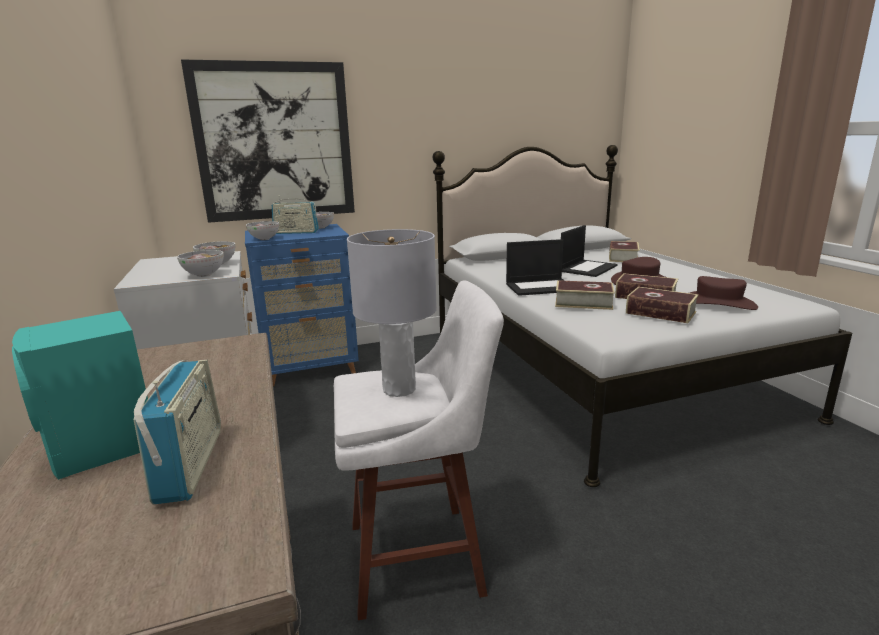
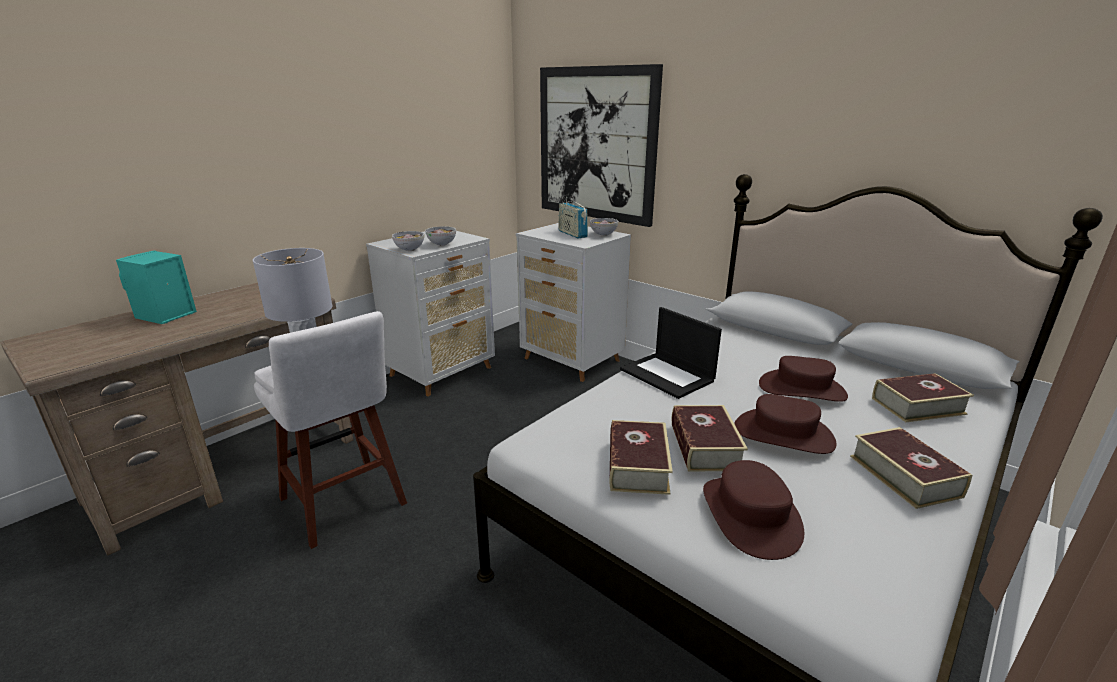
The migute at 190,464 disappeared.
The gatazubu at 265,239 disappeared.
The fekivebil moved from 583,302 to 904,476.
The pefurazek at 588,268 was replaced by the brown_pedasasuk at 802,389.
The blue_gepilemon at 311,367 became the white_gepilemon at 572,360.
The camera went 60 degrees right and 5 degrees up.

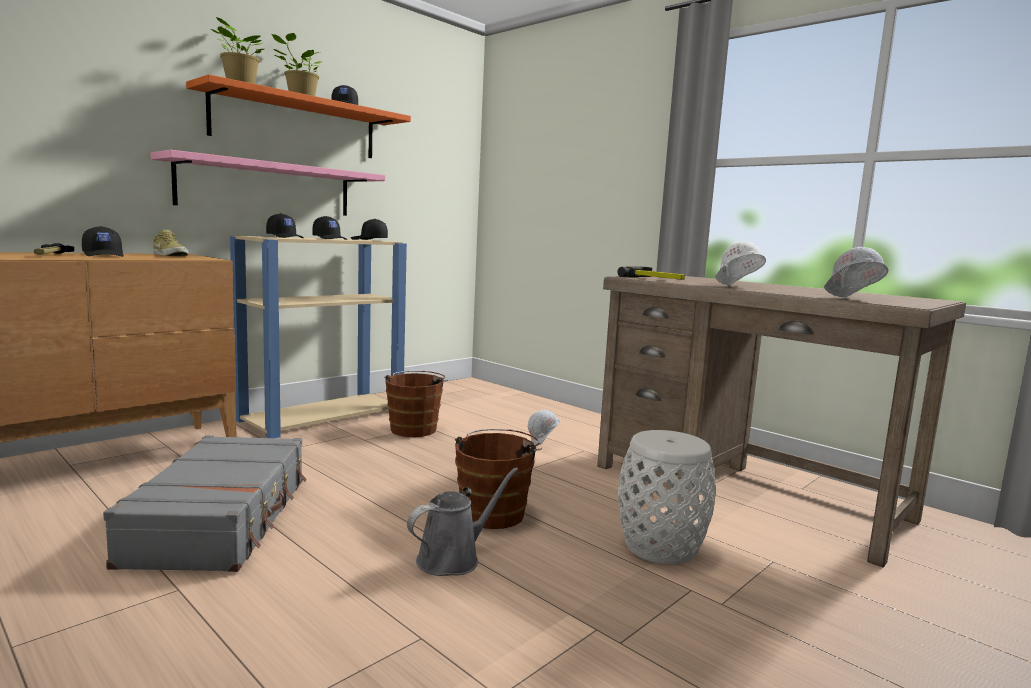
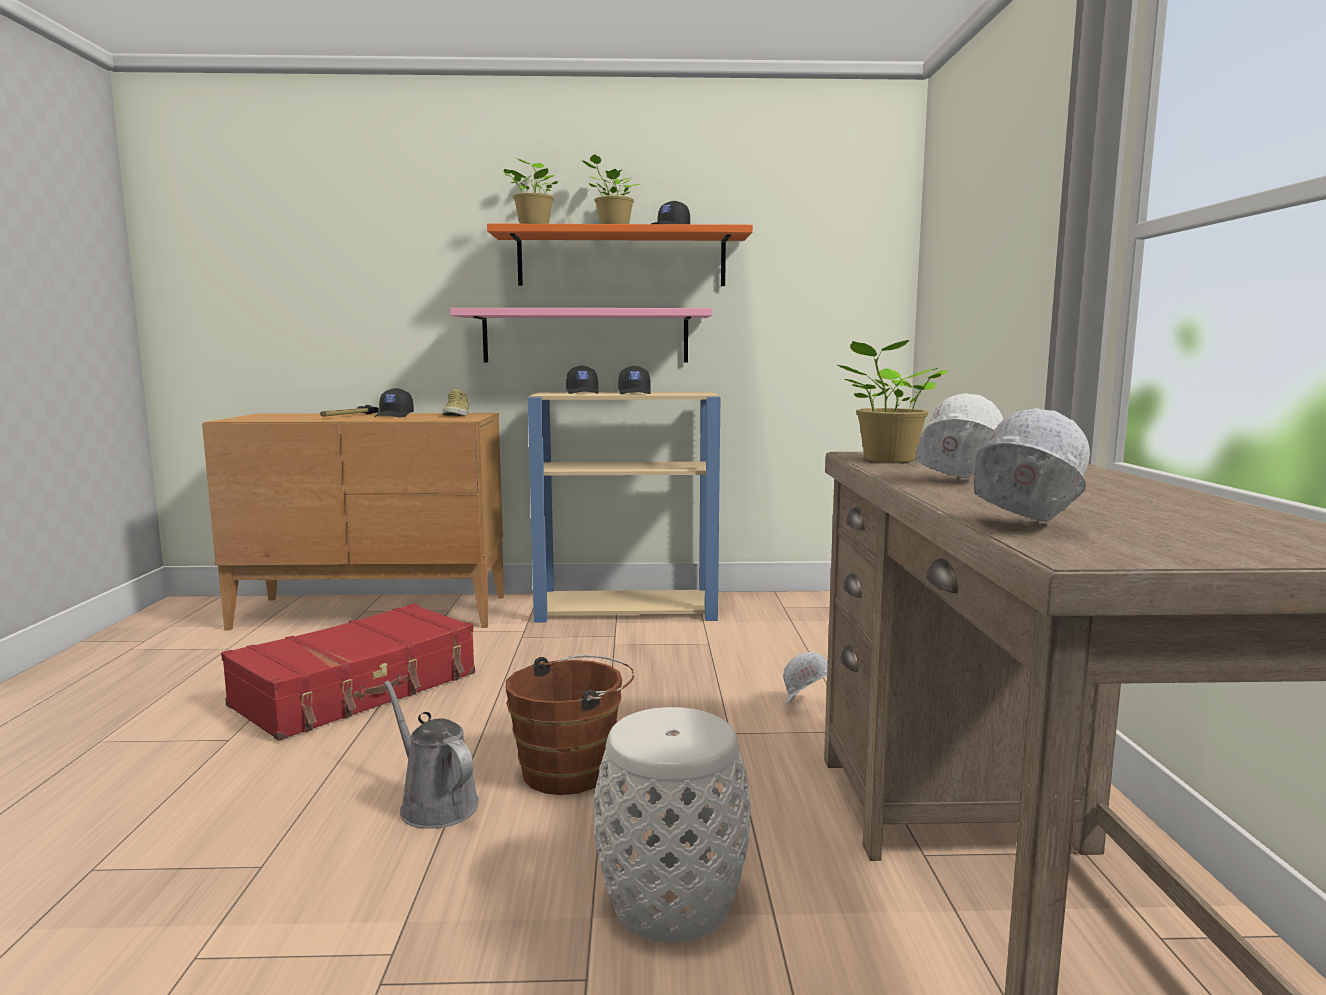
The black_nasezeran at 369,240 disappeared.
The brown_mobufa at 414,428 disappeared.
The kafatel at 656,279 was replaced by the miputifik at 886,460.
The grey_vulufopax at 222,519 became the red_vulufopax at 358,690.
The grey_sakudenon at 453,558 turned 135 degrees counterclockwise.
The camera went 45 degrees right and 0 degrees up.

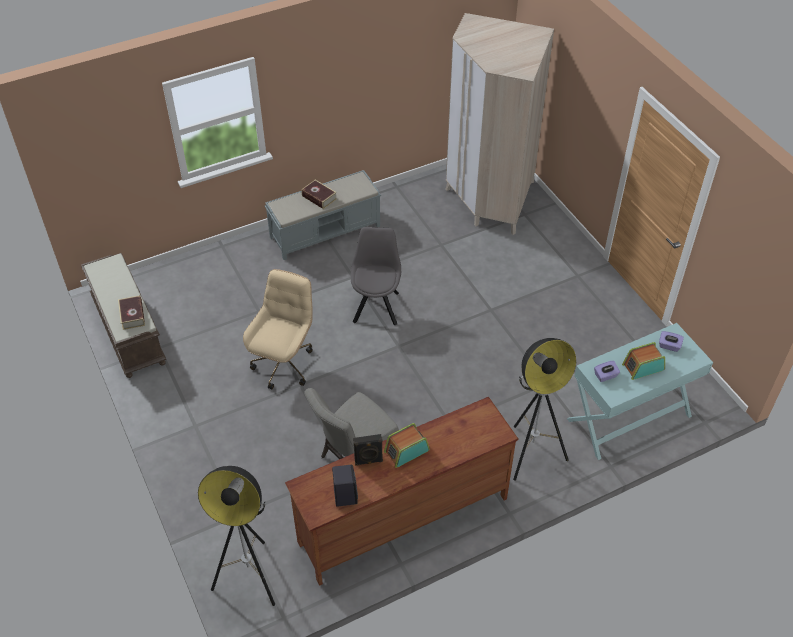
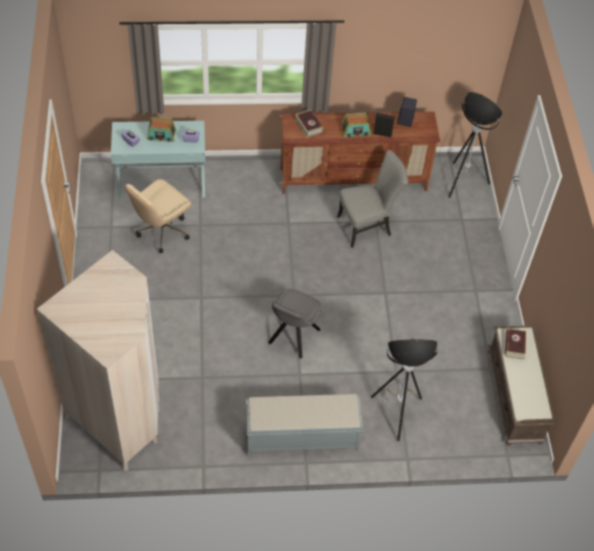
The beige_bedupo moved from 285,363 to 162,233.
The fekivebil moved from 319,197 to 308,126.
The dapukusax moved from 531,453 to 396,413.
The camera went 160 degrees left and 5 degrees up.

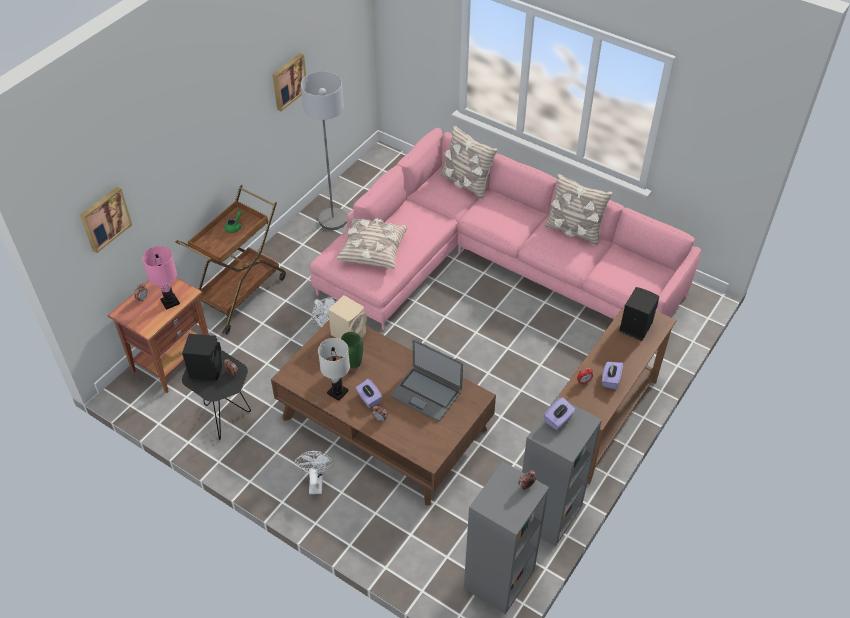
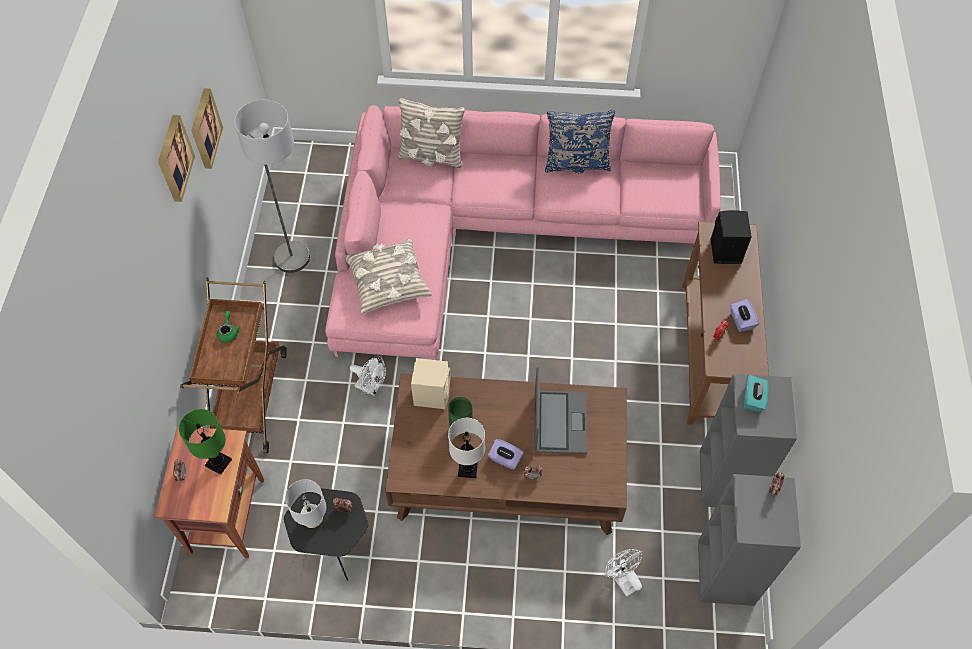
The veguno moved from 104,218 to 173,158.
The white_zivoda moved from 315,481 to 622,579.
The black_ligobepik at 207,369 was replaced by the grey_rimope at 312,519.
The pink_rimope at 170,302 became the green_rimope at 218,462.
The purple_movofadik at 558,420 became the turquoise_movofadik at 753,399.
The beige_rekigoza at 573,231 became the blue_rekigoza at 577,164.
The pefurazek at 426,394 turned 90 degrees counterclockwise.
The camera went 30 degrees left and 10 degrees up.

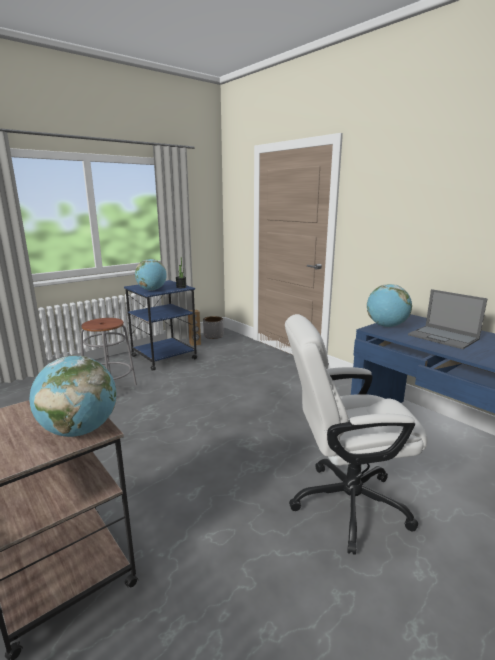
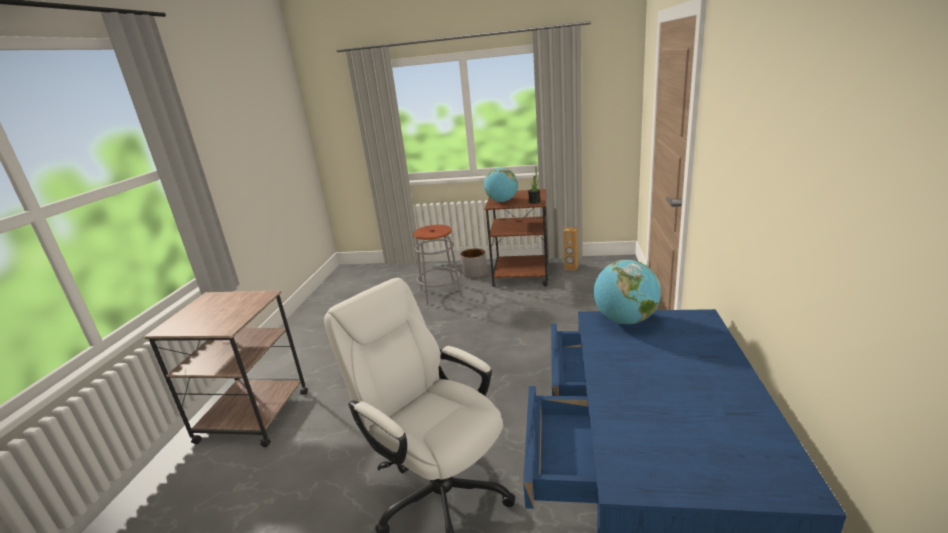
The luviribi at 80,430 disappeared.
The pefurazek at 444,337 disappeared.
The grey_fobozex moved from 213,336 to 475,273.
The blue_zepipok at 164,357 became the brown_zepipok at 522,275.
The camera went 50 degrees right and 5 degrees up.

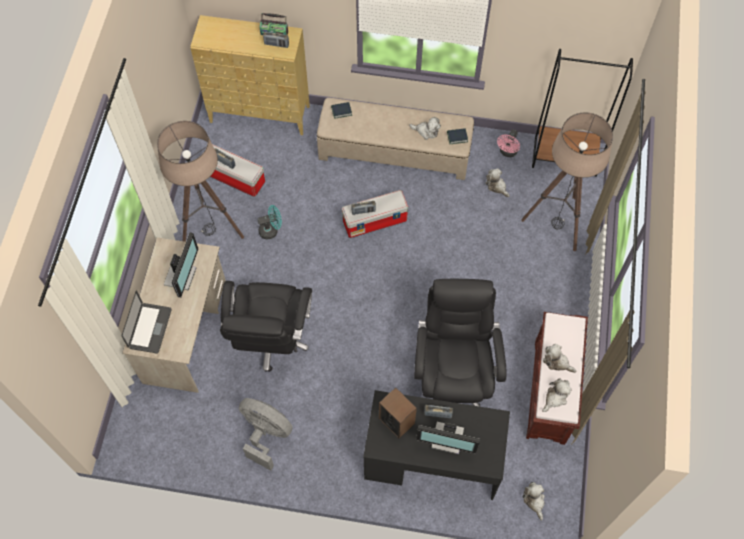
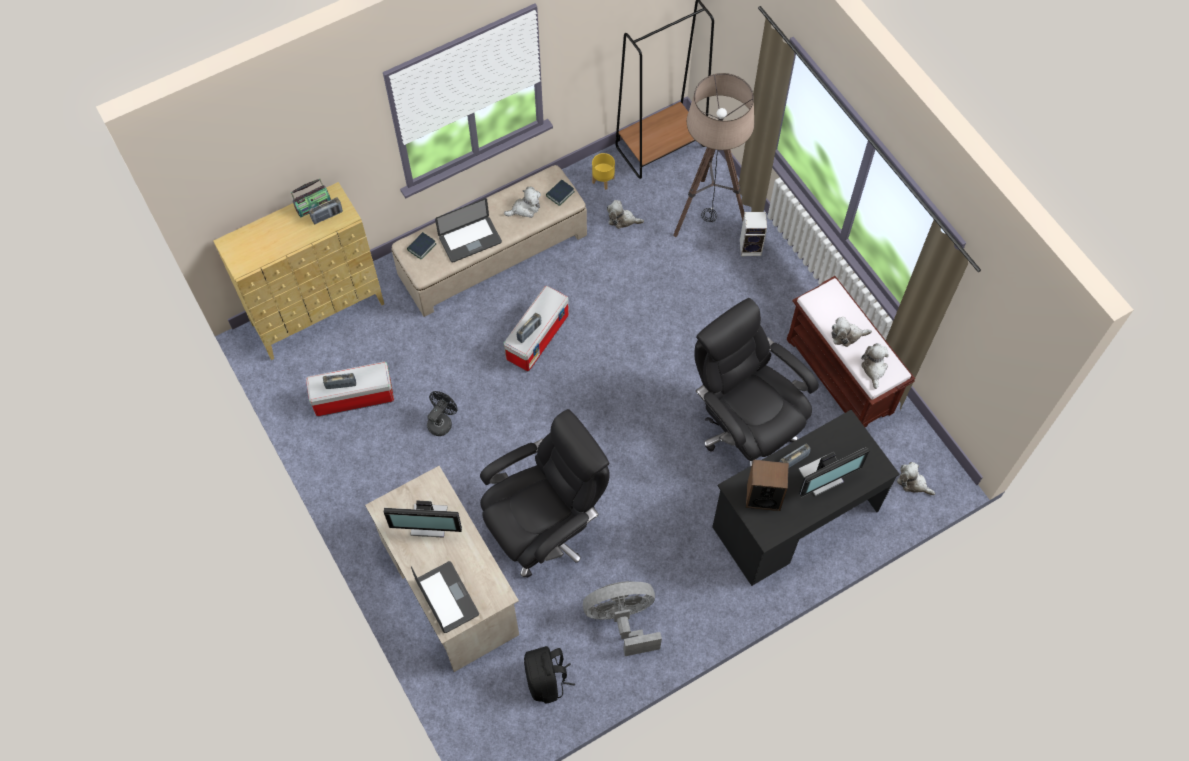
The dapukusax at 209,230 disappeared.
The pefurazek at 470,240 appeared.
The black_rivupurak at 547,680 appeared.
The ligobepik at 751,247 appeared.
The pink_zivoda at 507,152 was replaced by the yellow_fobozex at 603,180.
The turquoise_zivoda at 271,230 became the black_zivoda at 442,421.
The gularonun at 182,276 turned 120 degrees clockwise.
The black_bedupo at 271,342 turned 90 degrees counterclockwise.
The camera went 40 degrees left and 0 degrees up.

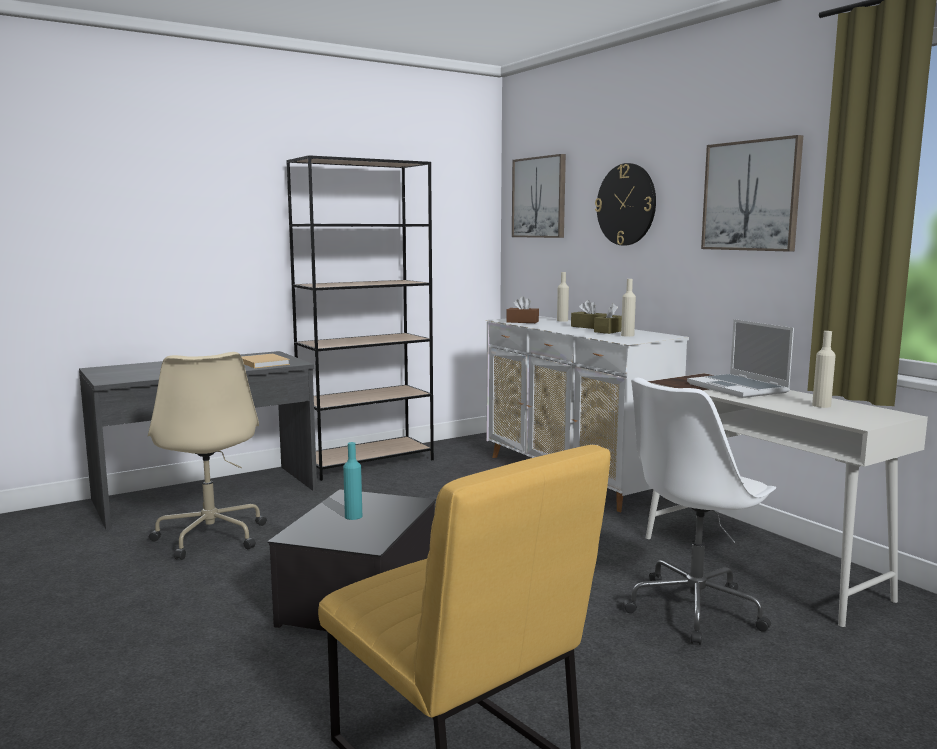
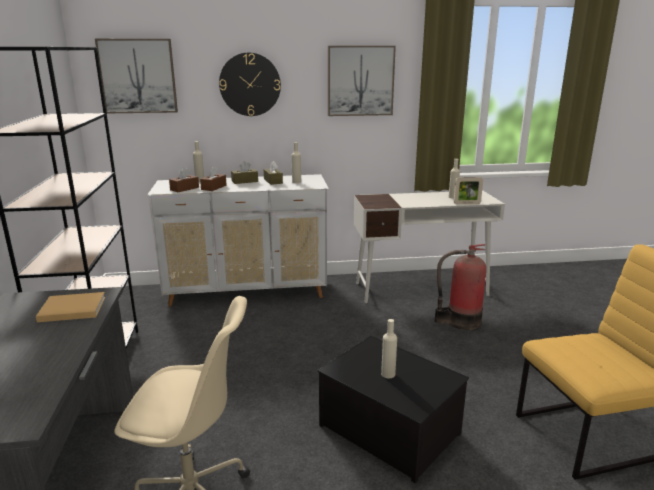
The pefurazek at 739,388 disappeared.
The brown_movofadik at 214,187 appeared.
The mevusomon at 467,203 appeared.
The white_bedupo at 691,611 was replaced by the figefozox at 460,321.
The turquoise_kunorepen at 353,516 became the beige_kunorepen at 388,374.
The camera went 65 degrees left and 10 degrees up.

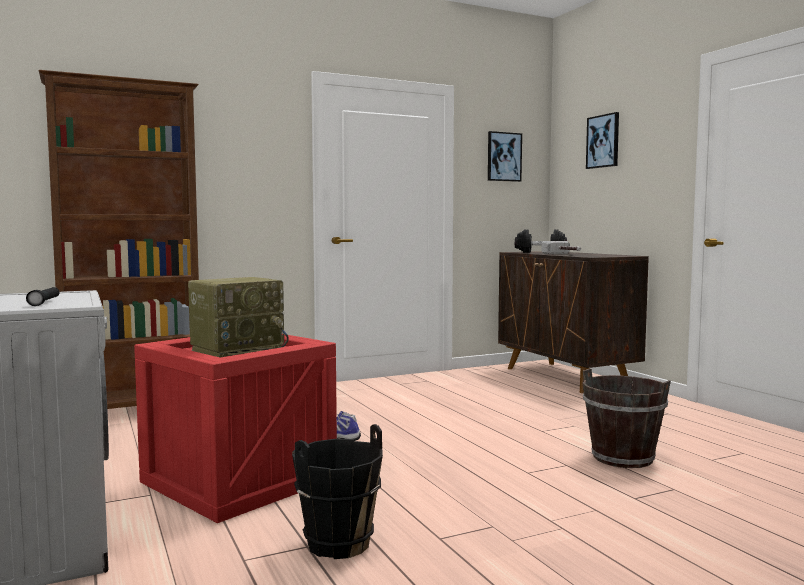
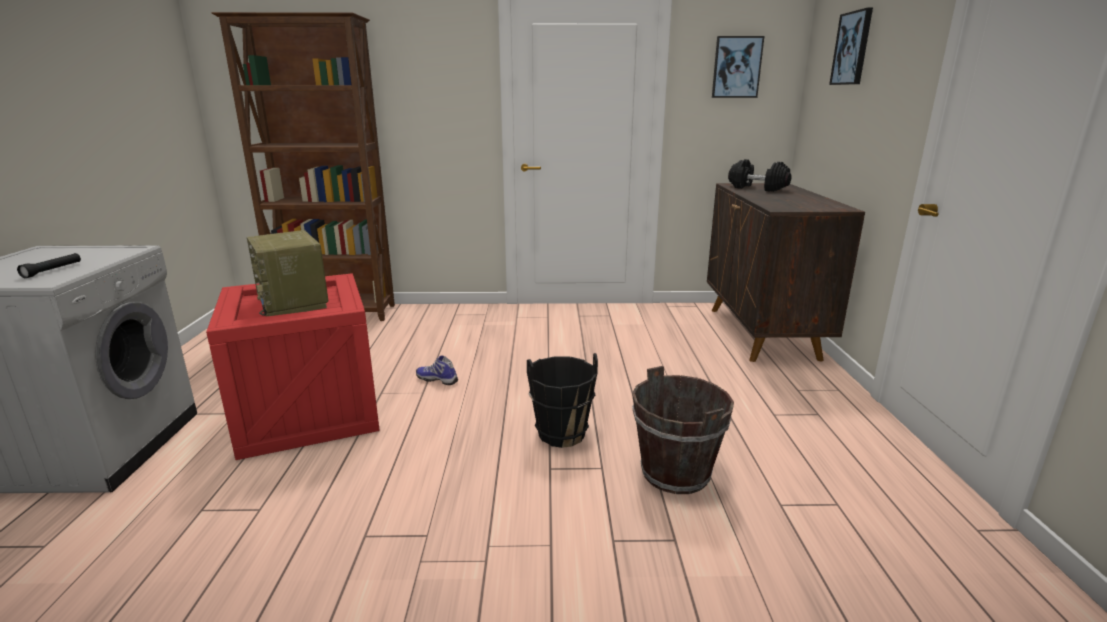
The kafatel at 565,254 disappeared.
The black_mobufa moved from 338,544 to 561,434.
The migute at 238,349 turned 75 degrees clockwise.
The camera went 25 degrees right and 15 degrees up.

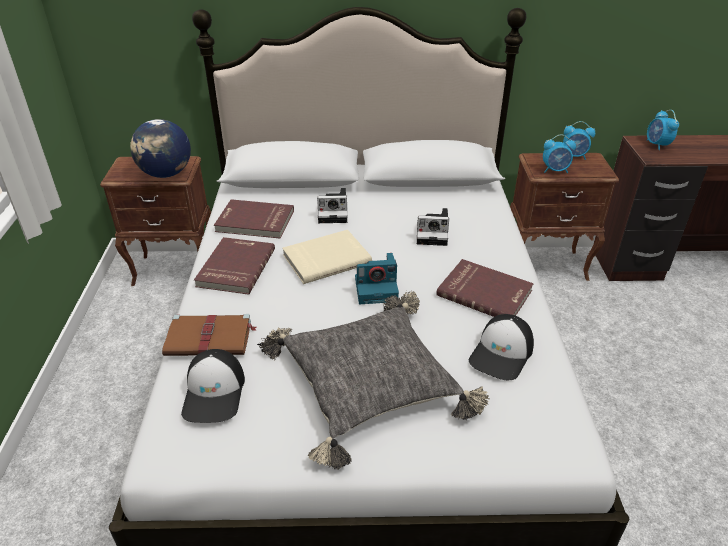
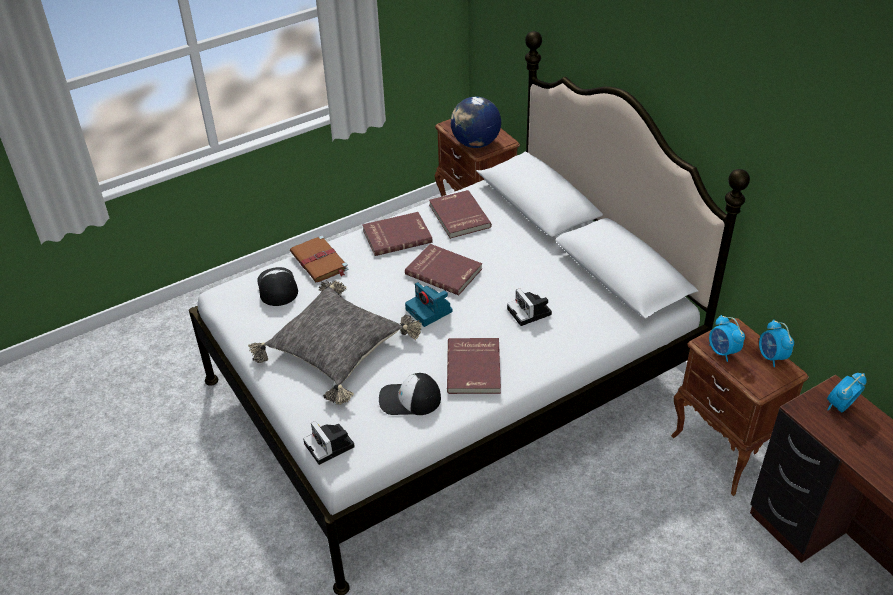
The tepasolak moved from 334,213 to 331,446.
The beige_fekivebil at 326,258 became the red_fekivebil at 444,271.
The nasezeran at 214,393 turned 105 degrees clockwise.
The camera went 60 degrees right and 5 degrees up.

